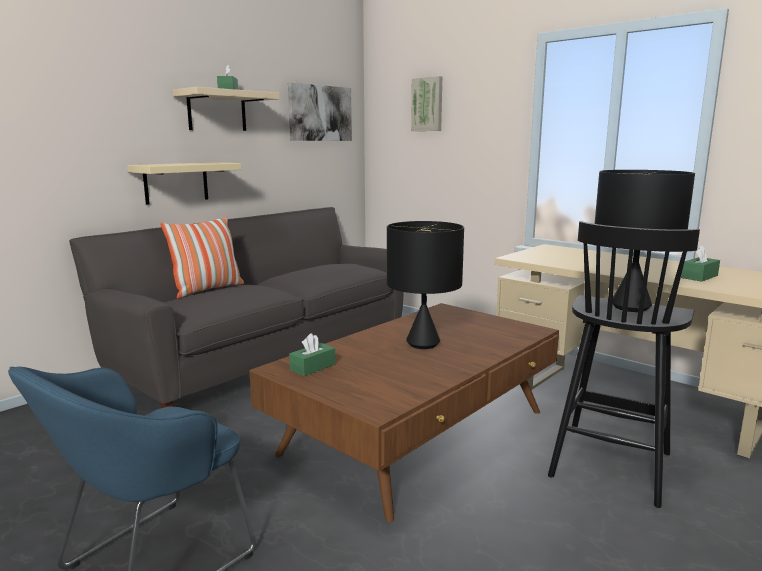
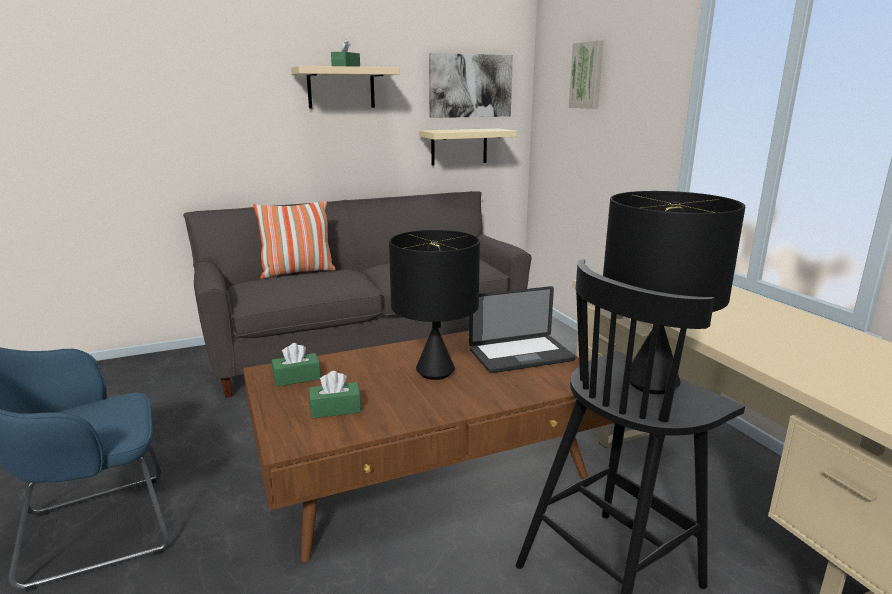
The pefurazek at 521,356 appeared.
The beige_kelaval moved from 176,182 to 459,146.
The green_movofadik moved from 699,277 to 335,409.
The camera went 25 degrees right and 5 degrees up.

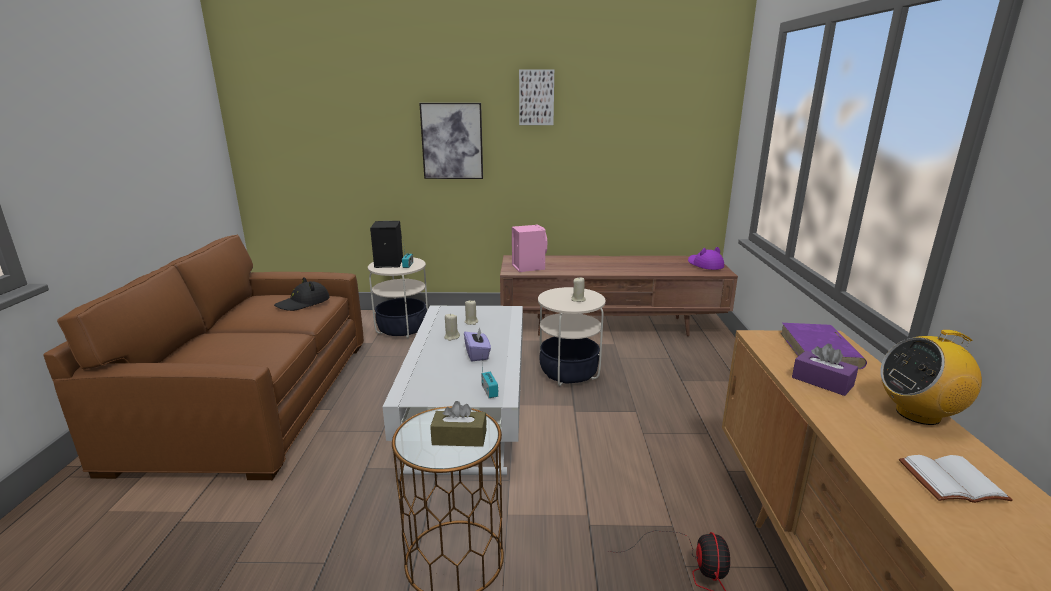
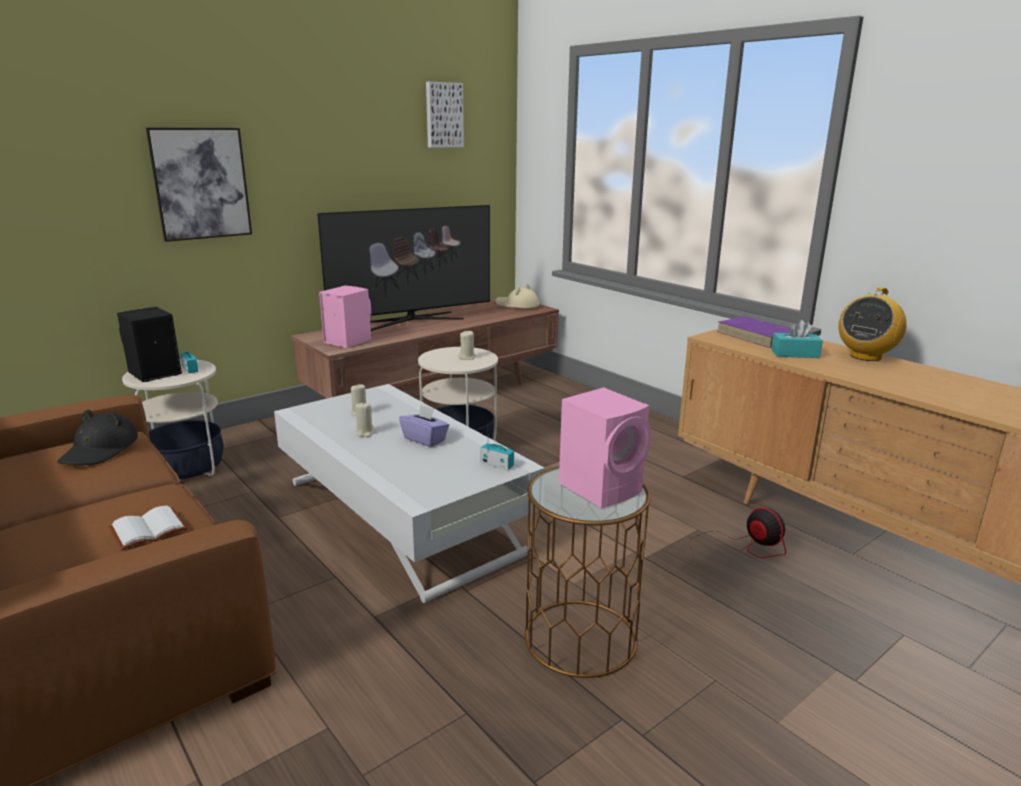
The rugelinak at 411,321 appeared.
The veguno moved from 536,97 to 443,115.
The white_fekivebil moved from 951,480 to 149,528.
The brown_movofadik at 459,437 was replaced by the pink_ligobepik at 603,487.
The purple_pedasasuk at 705,265 became the beige_pedasasuk at 517,305.
The purple_movofadik at 822,382 became the turquoise_movofadik at 795,354.
The camera went 40 degrees left and 0 degrees up.

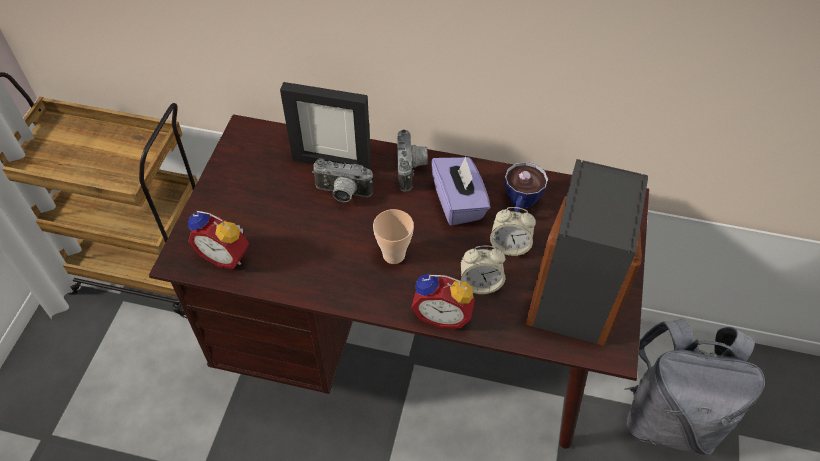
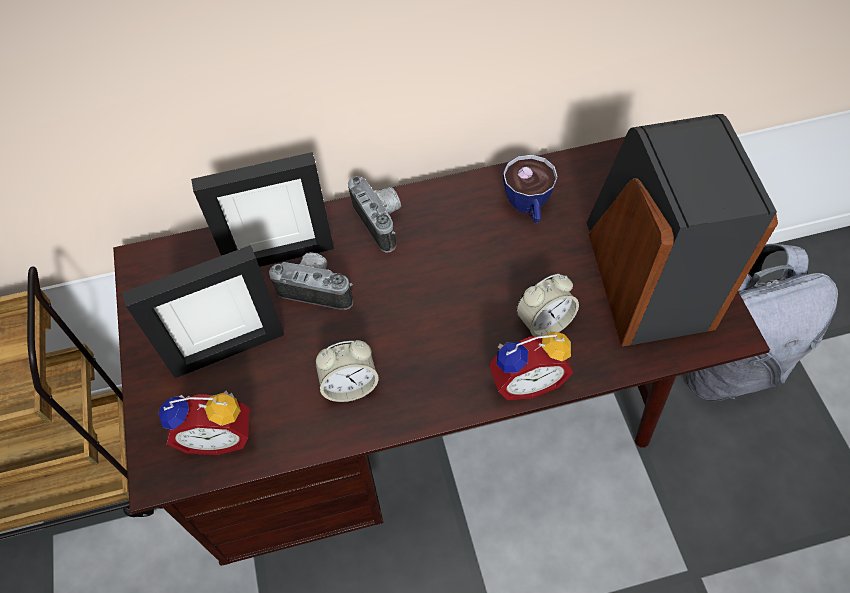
The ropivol at 394,255 disappeared.
The purple_movofadik at 458,203 disappeared.
The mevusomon at 227,348 appeared.
The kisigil moved from 509,246 to 349,385.
The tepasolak at 342,194 turned 150 degrees counterclockwise.
The camera went 25 degrees left and 5 degrees up.

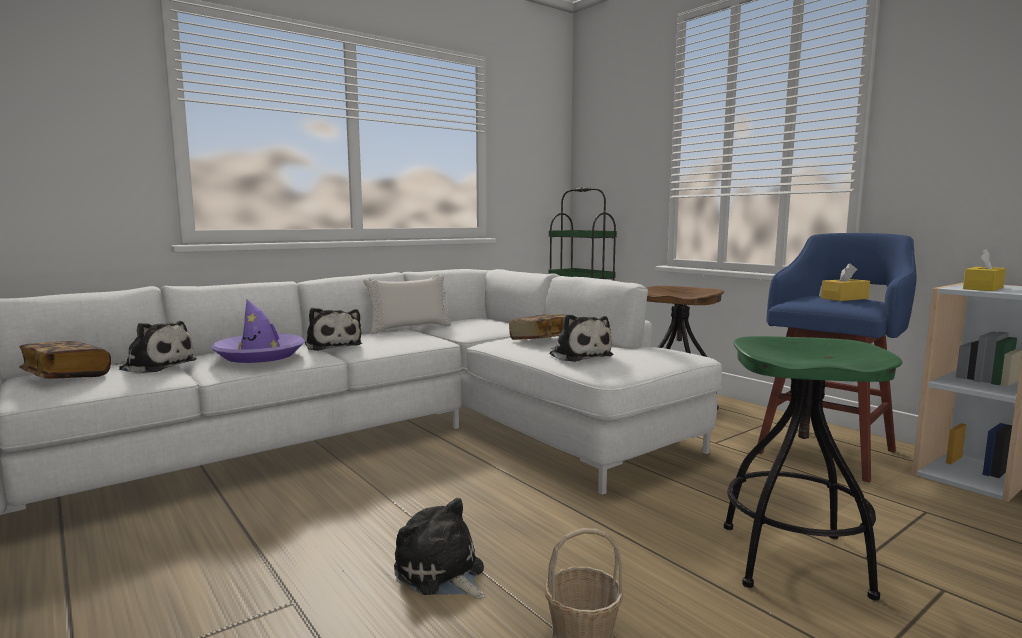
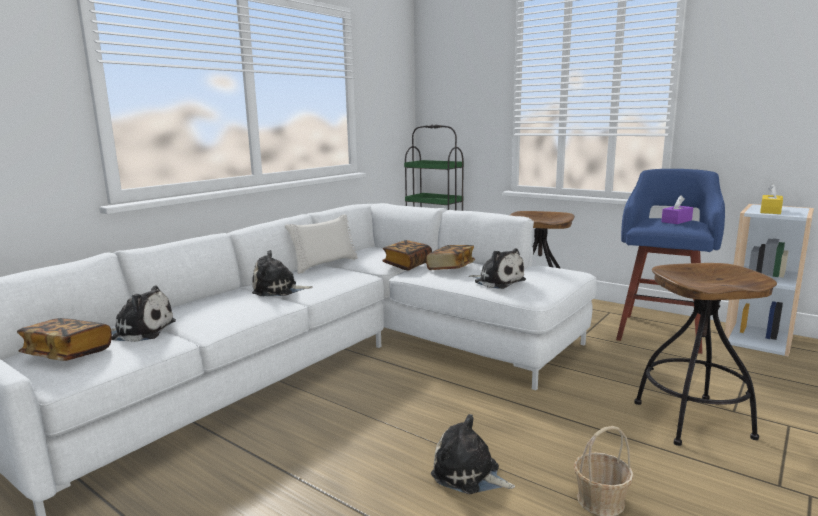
The purple_pedasasuk at 260,355 disappeared.
The fekivebil at 407,265 appeared.
The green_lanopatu at 794,559 became the brown_lanopatu at 693,419.
The yellow_movofadik at 844,298 became the purple_movofadik at 676,221.
The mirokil at 332,345 turned 135 degrees clockwise.
The camera went 15 degrees left and 5 degrees up.

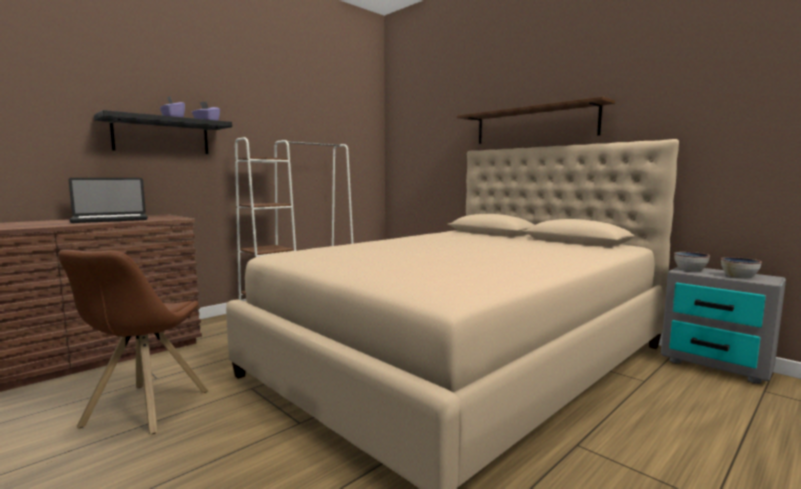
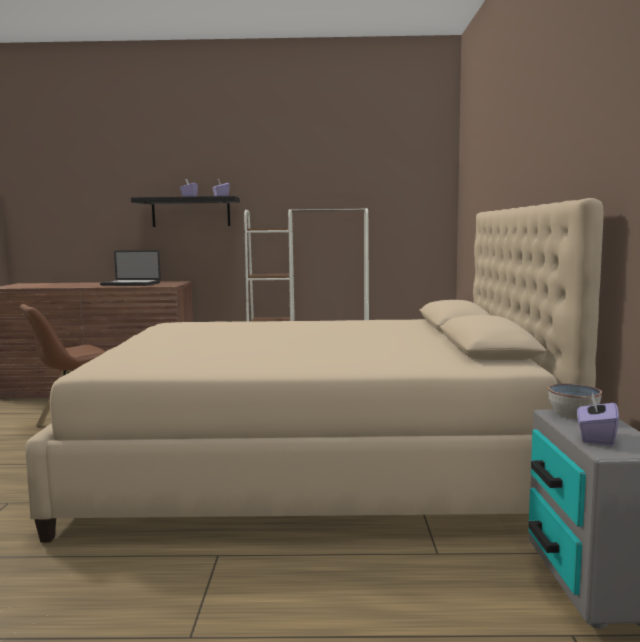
The brown_kelaval at 534,125 disappeared.
The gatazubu at 739,276 was replaced by the purple_movofadik at 595,437.
The camera went 45 degrees right and 0 degrees up.

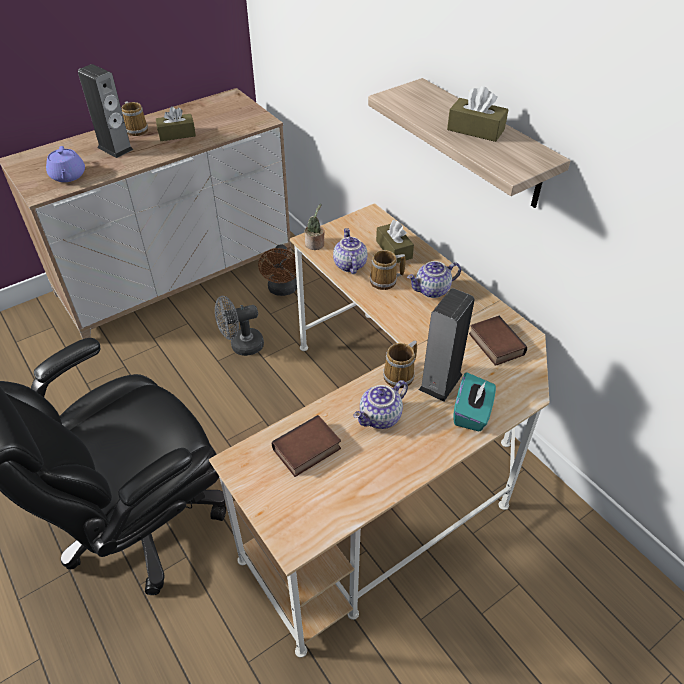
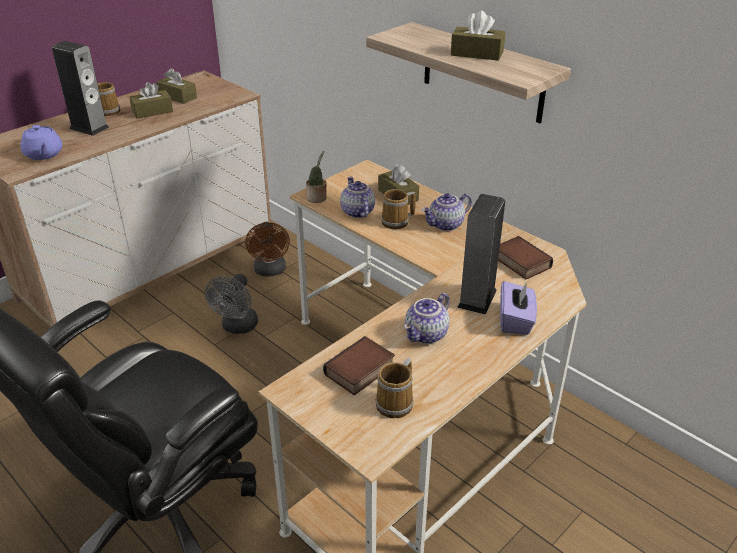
The brown_movofadik at 177,97 appeared.
The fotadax moved from 401,375 to 397,403.
The turquoise_movofadik at 472,413 became the purple_movofadik at 515,320.
The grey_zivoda at 241,346 turned 45 degrees counterclockwise.
The camera went 10 degrees left and 10 degrees down.

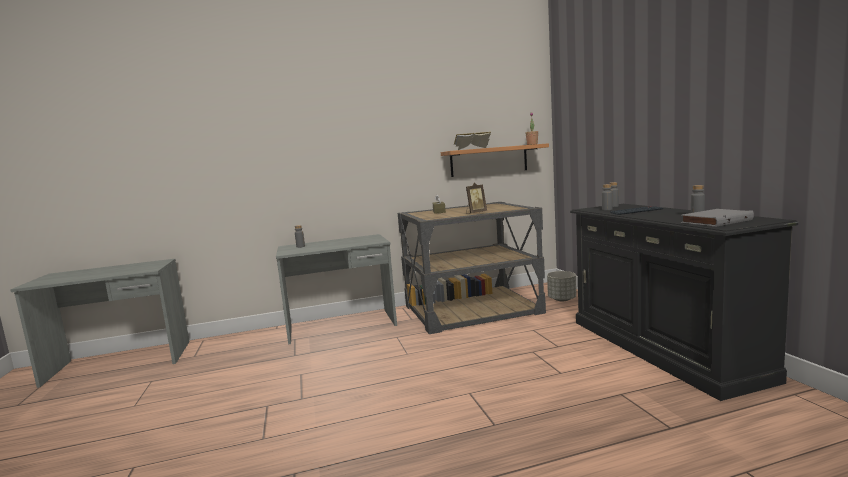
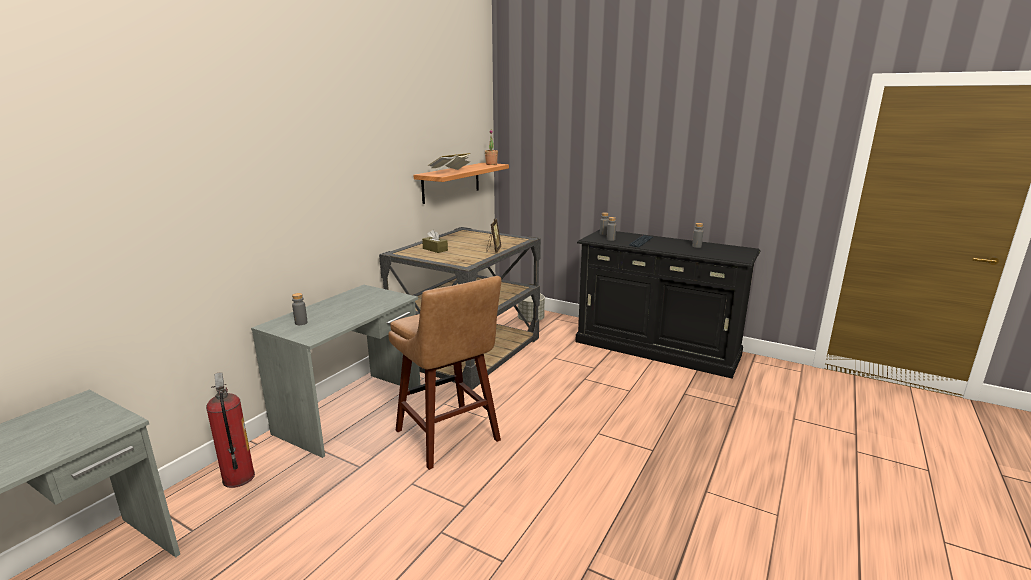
The grey_fekivebil at 715,221 disappeared.
The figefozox at 238,477 appeared.
The brown_lanopatu at 449,437 appeared.
The camera went 45 degrees left and 10 degrees up.

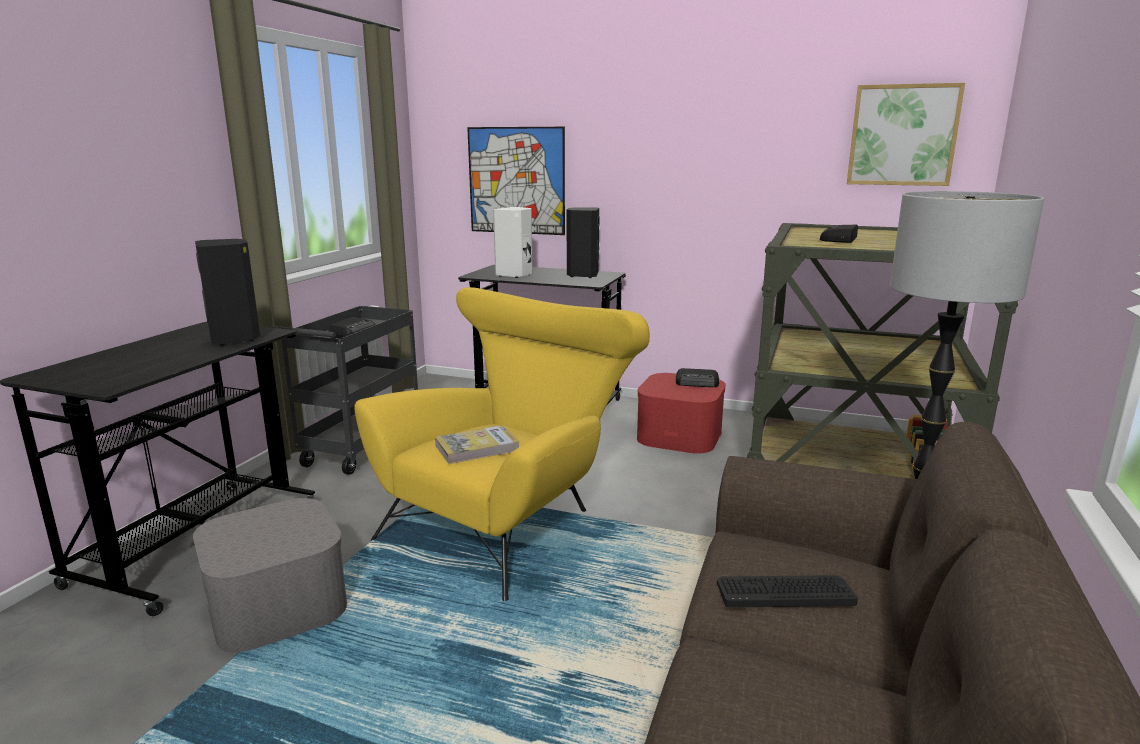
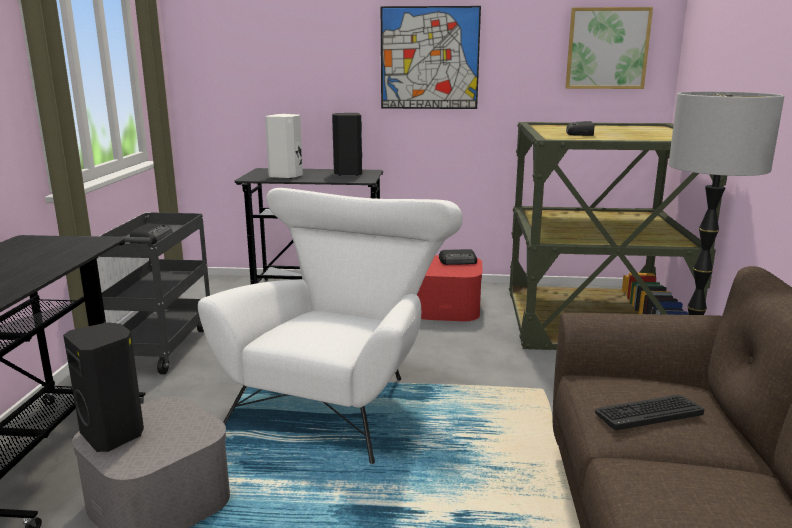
The fekivebil at 477,448 disappeared.
The black_ligobepik moved from 235,339 to 114,434.
The veguno moved from 516,181 to 429,58.
The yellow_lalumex at 506,523 became the white_lalumex at 337,399.
The camera went 15 degrees left and 0 degrees up.

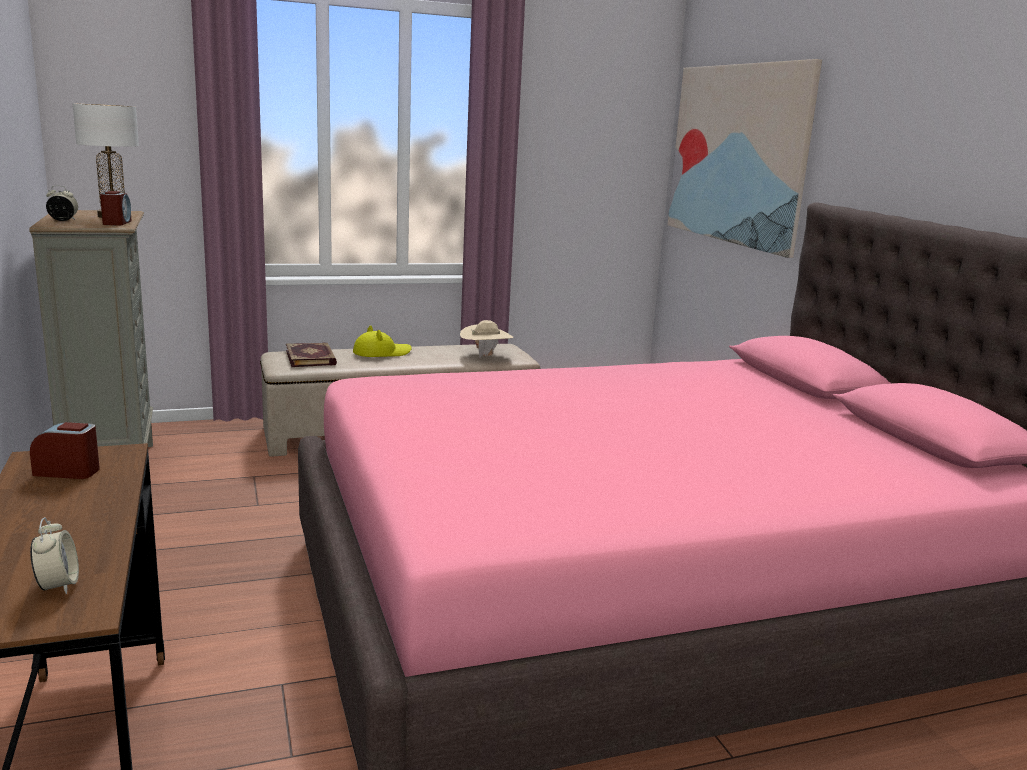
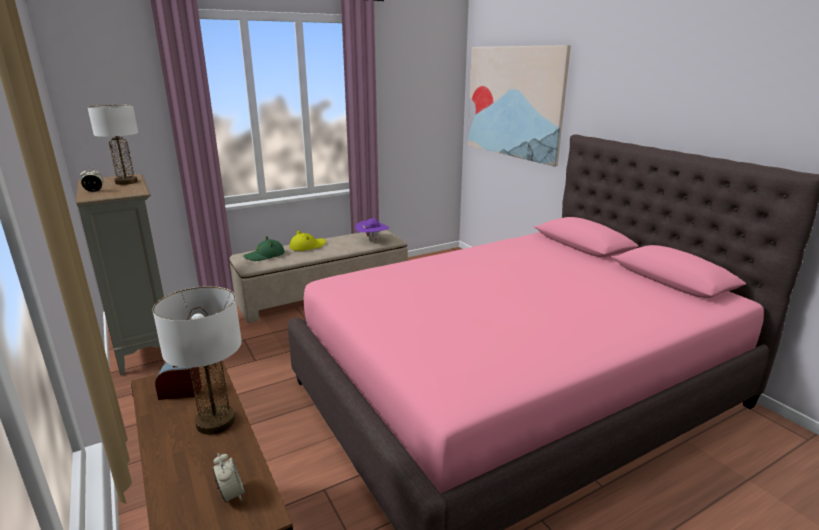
The kisigil at 117,223 disappeared.
The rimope at 215,422 appeared.
The fekivebil at 311,358 was replaced by the green_pedasasuk at 265,255.
The beige_pedasasuk at 485,356 became the purple_pedasasuk at 372,240.
The camera went 10 degrees left and 5 degrees up.

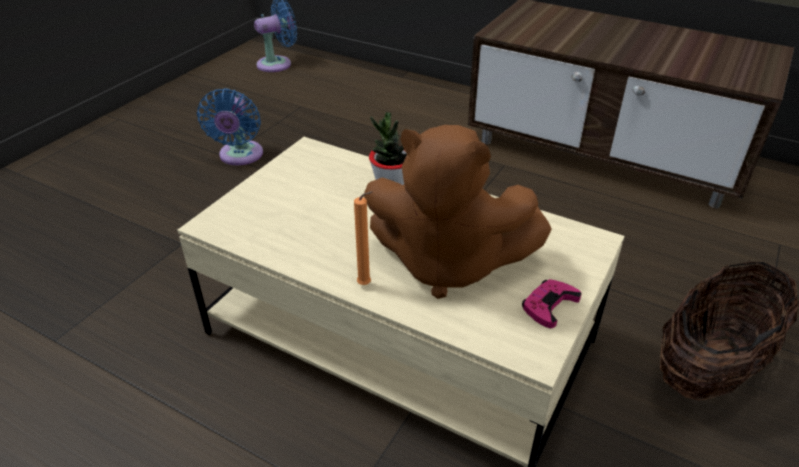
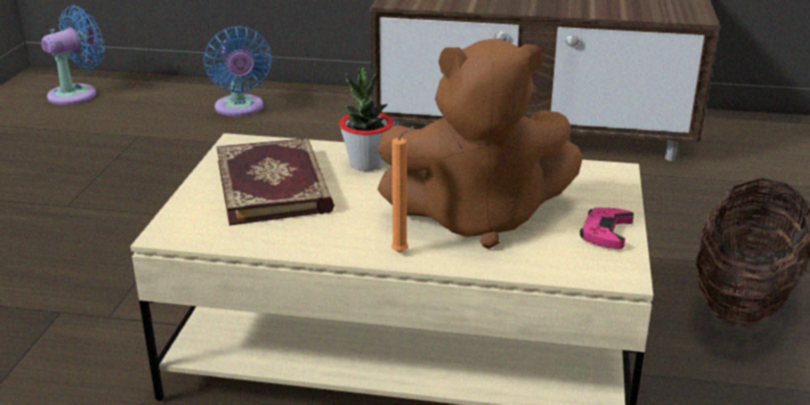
The fekivebil at 275,185 appeared.
The blue_zivoda moved from 240,156 to 240,109.
The camera went 20 degrees left and 10 degrees down.

